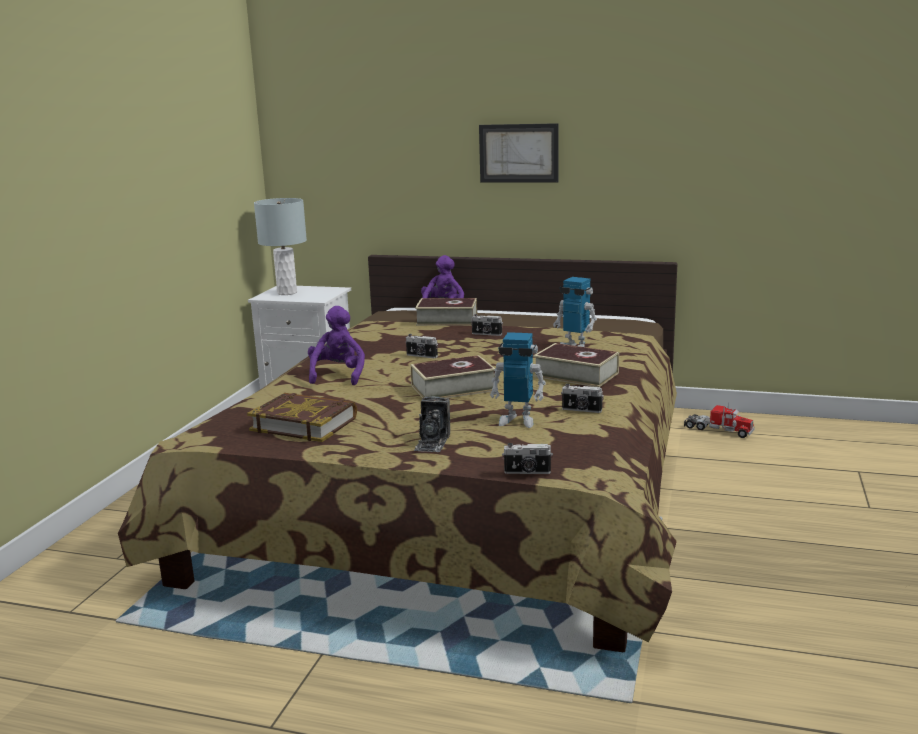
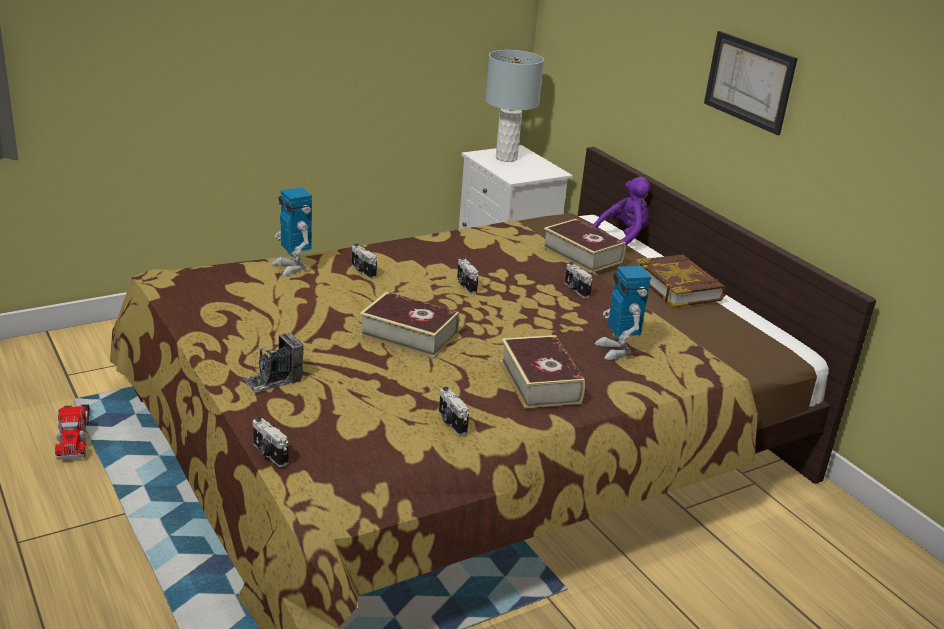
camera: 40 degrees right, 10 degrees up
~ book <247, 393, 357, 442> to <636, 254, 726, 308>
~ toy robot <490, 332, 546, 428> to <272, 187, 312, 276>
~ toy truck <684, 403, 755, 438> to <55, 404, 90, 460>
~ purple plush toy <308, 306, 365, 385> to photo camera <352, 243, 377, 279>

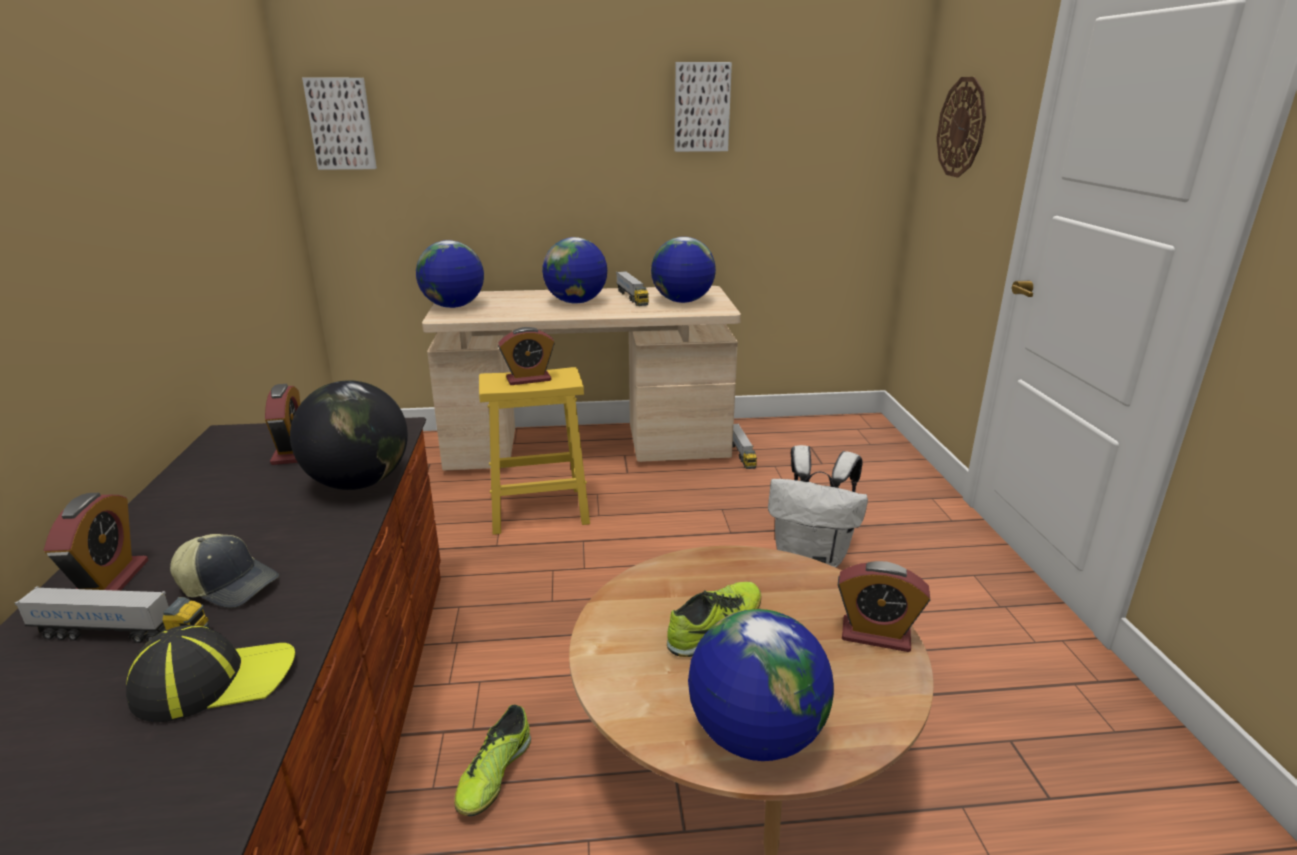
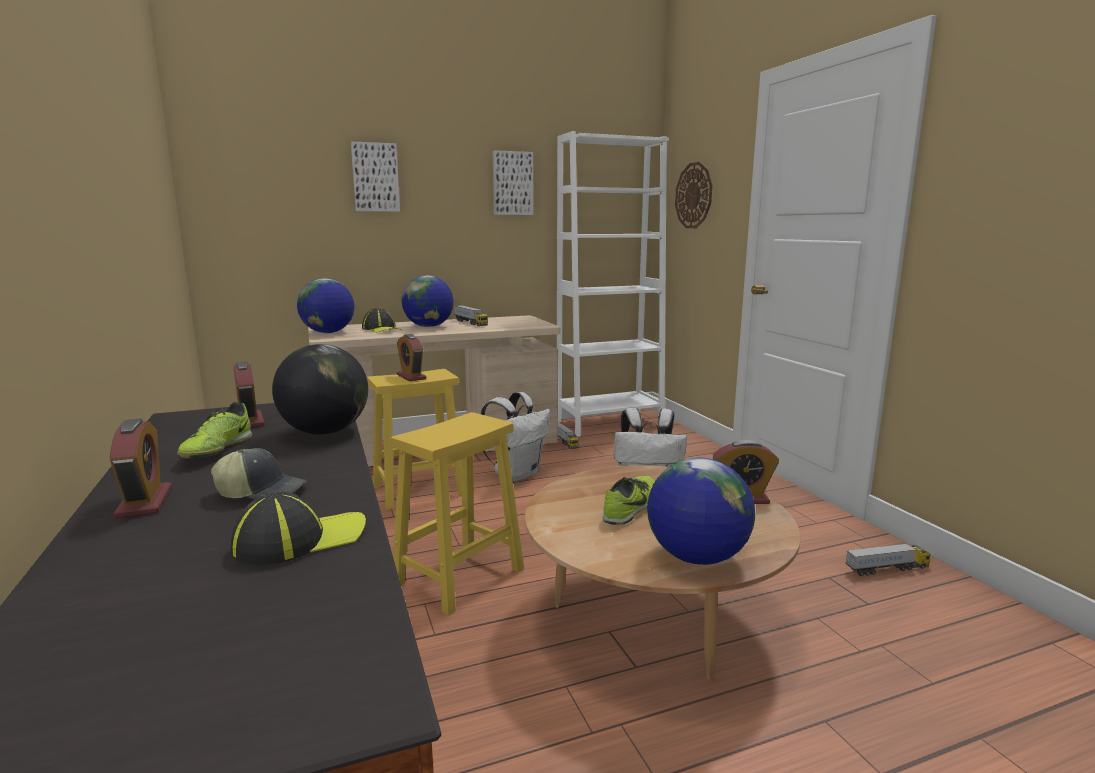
camera: 15 degrees left, 10 degrees down
- globe <651, 237, 716, 303>
+ cap <362, 308, 402, 333>
+ yellow stool <390, 412, 524, 616>
+ white backpack <481, 392, 550, 482>
+ white bookcase <557, 131, 669, 437>
~ toy truck <15, 587, 210, 643> to <845, 543, 931, 576>
~ picture <302, 78, 377, 170> to <351, 141, 400, 212>
~ shoe <454, 705, 531, 816> to <177, 402, 252, 458>
~ alarm clock <498, 327, 555, 385> = <397, 334, 426, 381> 90 degrees clockwise

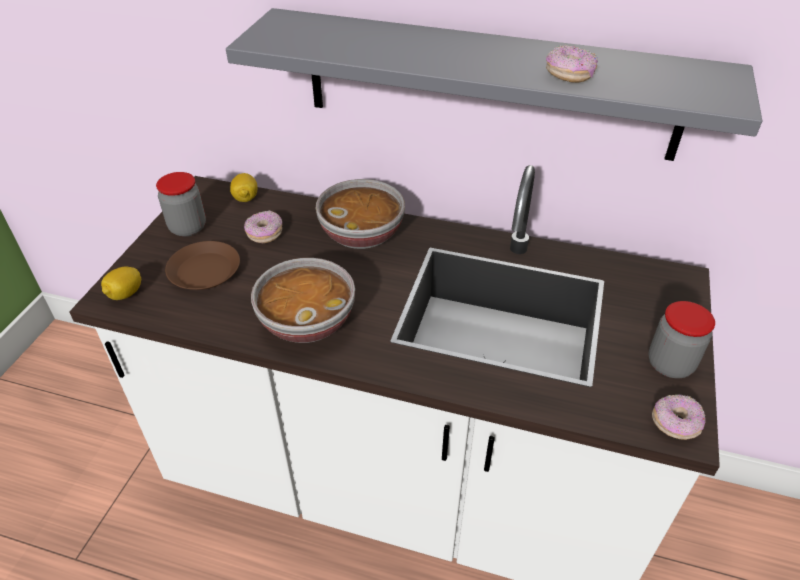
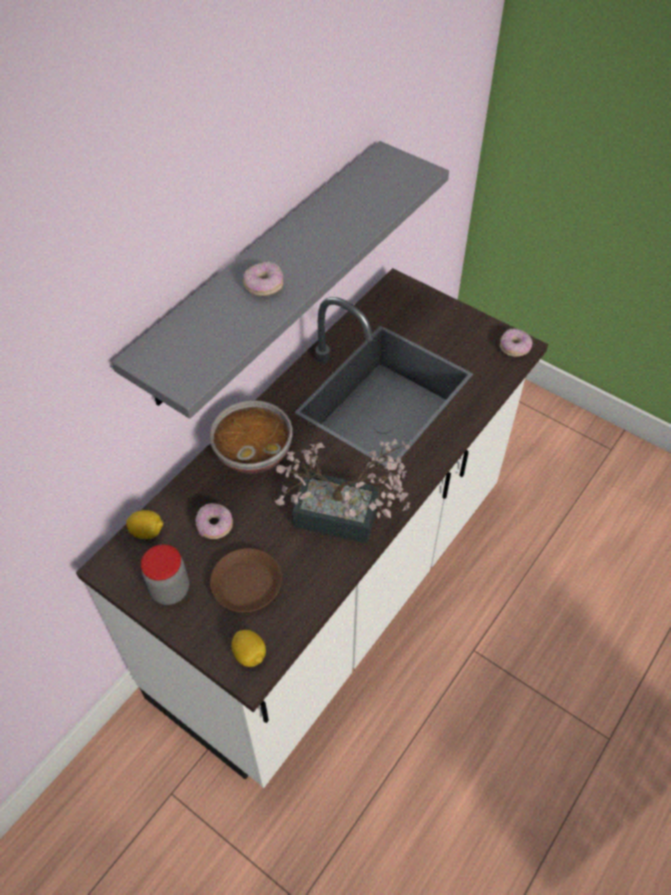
camera: 70 degrees left, 10 degrees up
- jar <648, 301, 715, 378>
~ donut <546, 45, 598, 83> to <243, 262, 284, 296>
~ bowl <251, 258, 355, 343> to potted plant <275, 438, 410, 544>

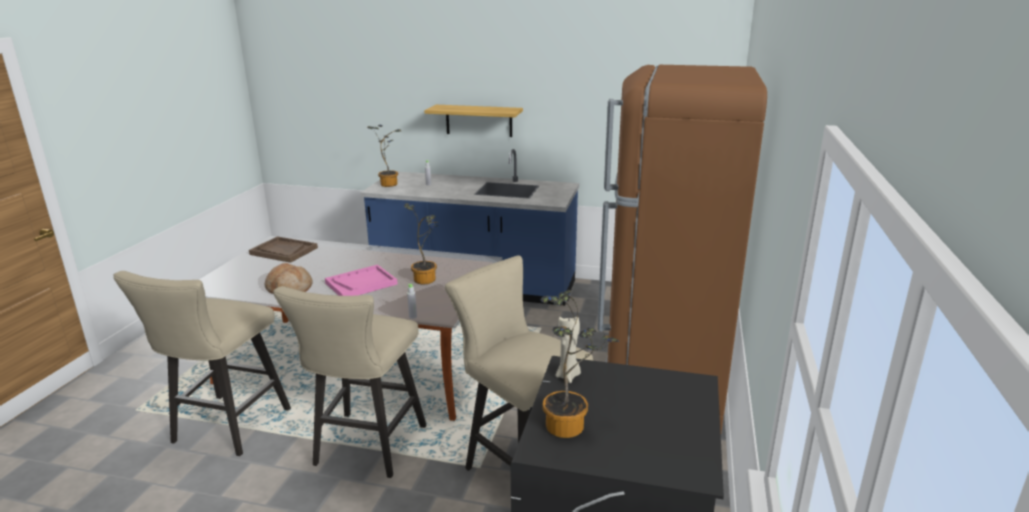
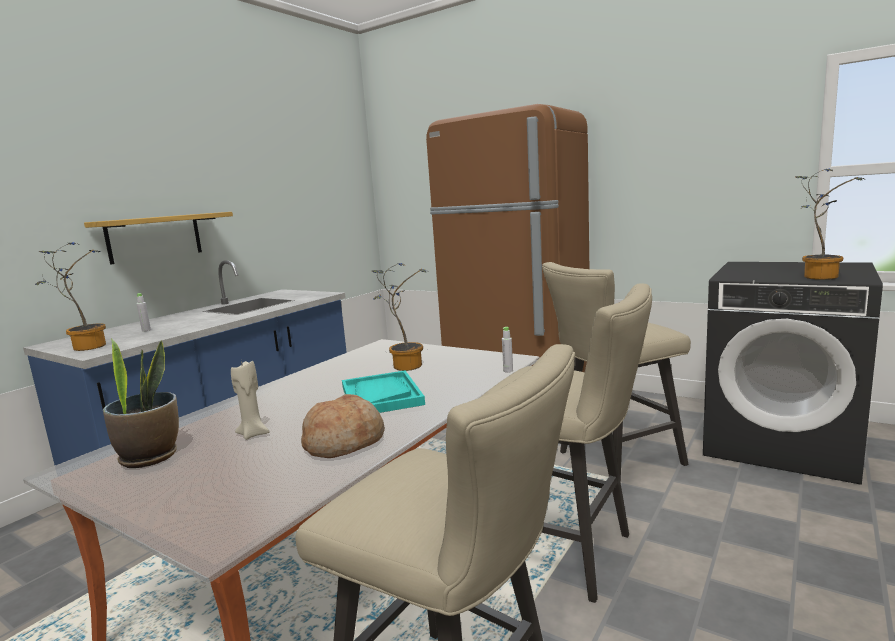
camera: 70 degrees left, 10 degrees down
~ beige candle <556, 317, 581, 383> to <231, 361, 270, 440>
~ brown tray <249, 236, 318, 263> to potted plant <103, 339, 179, 468>
~ pink tray <325, 265, 398, 296> to turquoise tray <342, 370, 425, 413>

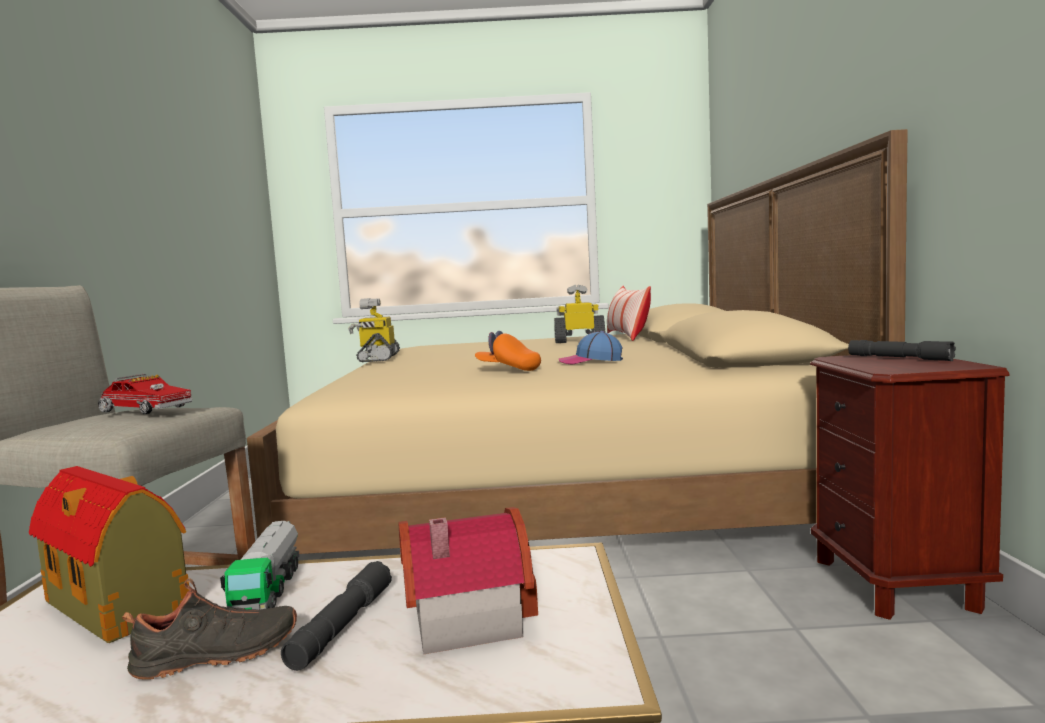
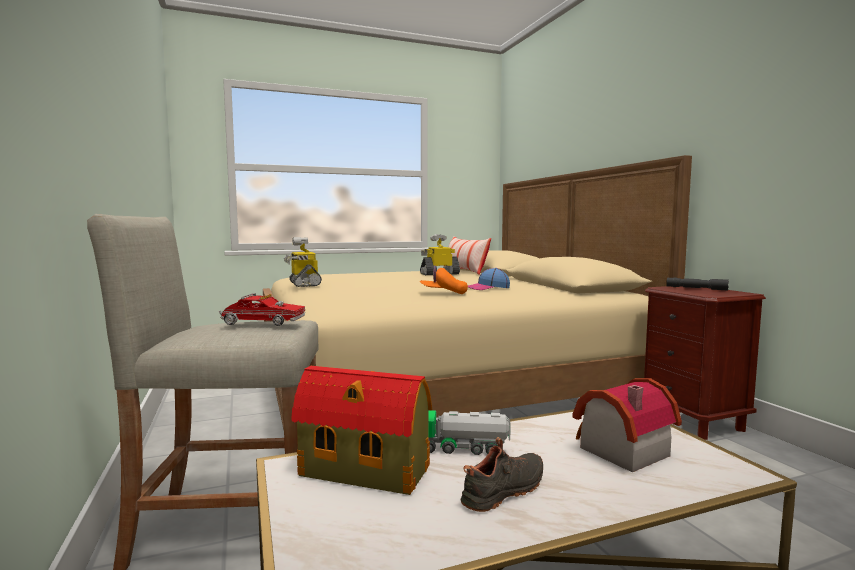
camera: 20 degrees left, 0 degrees up
- grey flashlight <281, 561, 392, 671>
~ toy truck <220, 521, 300, 610> = <428, 410, 511, 455> 120 degrees clockwise

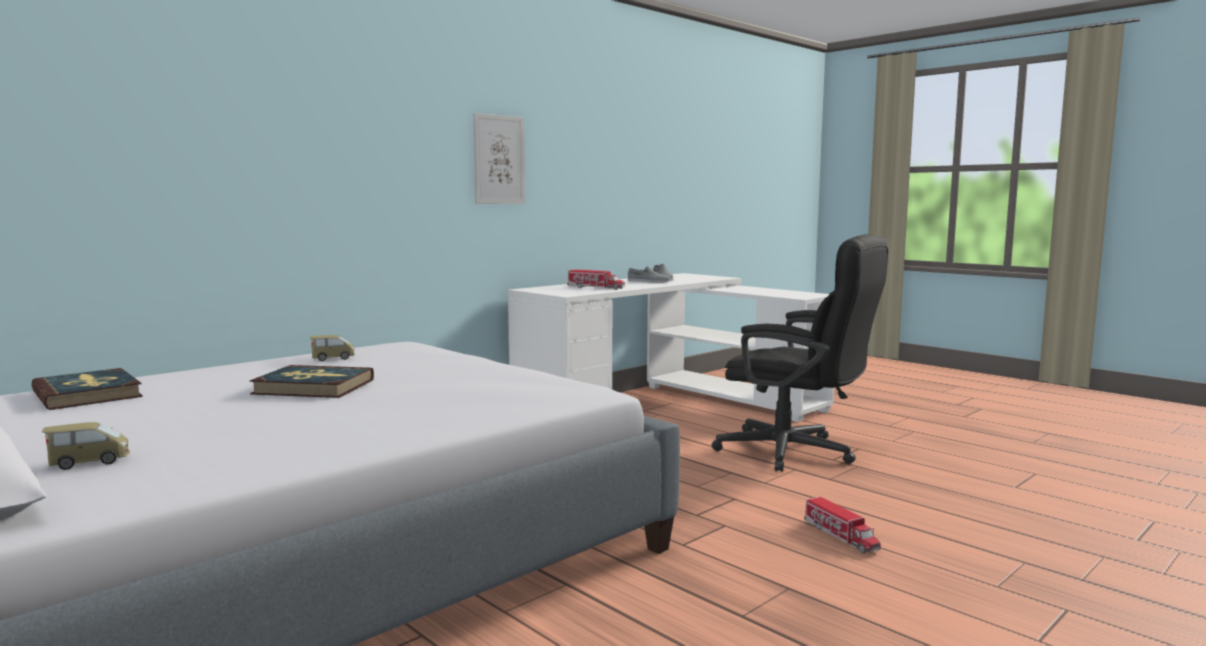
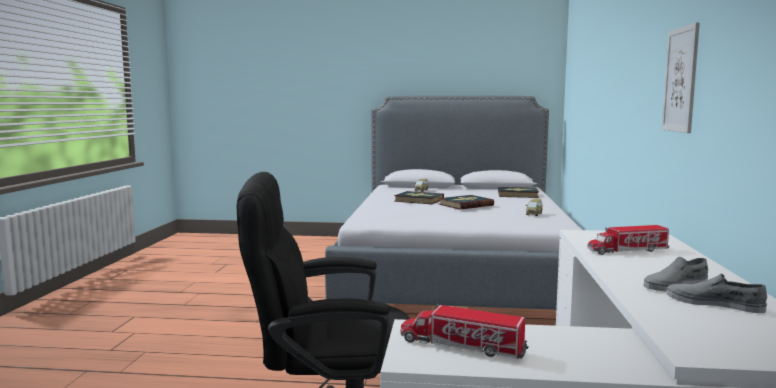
camera: 140 degrees right, 0 degrees up
+ book <394, 191, 444, 204>
~ toy truck <804, 497, 881, 554> to <401, 304, 529, 359>

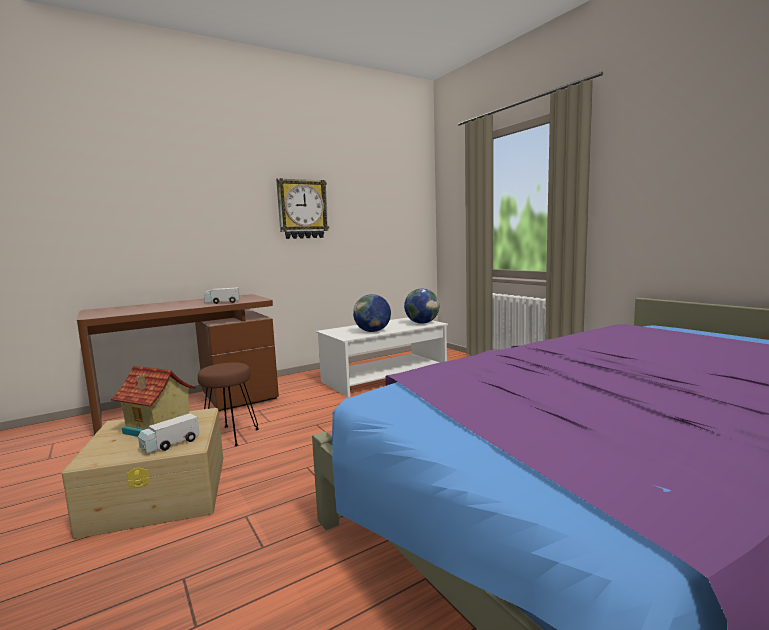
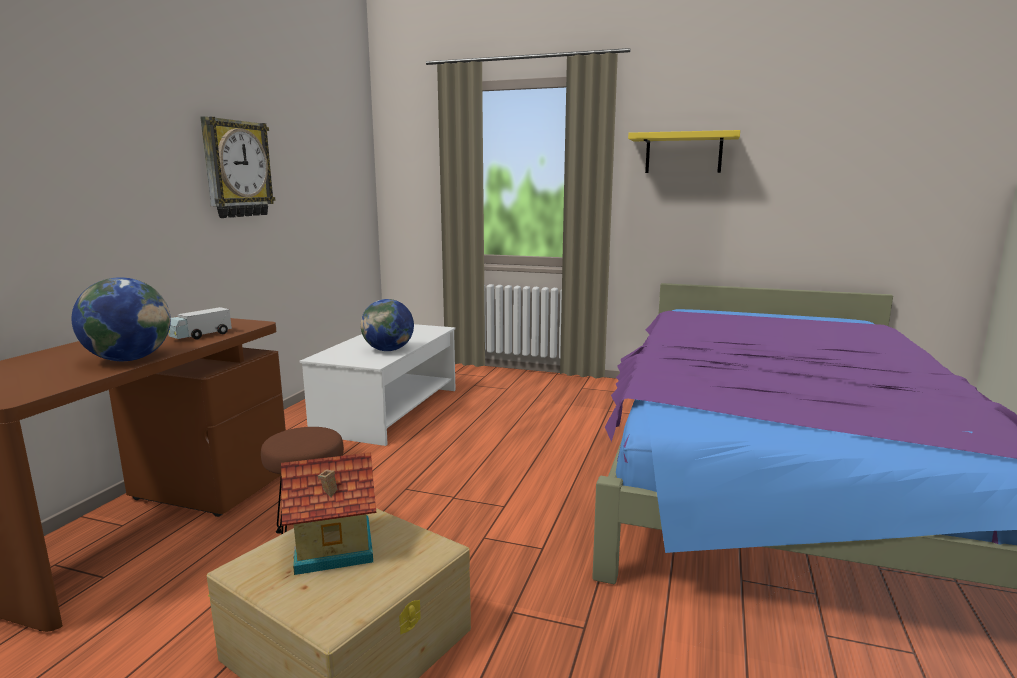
camera: 40 degrees left, 5 degrees up
- toy truck <138, 413, 200, 453>
+ yellow shelf <628, 130, 740, 173>
~ globe <404, 289, 439, 324> to <72, 277, 171, 361>

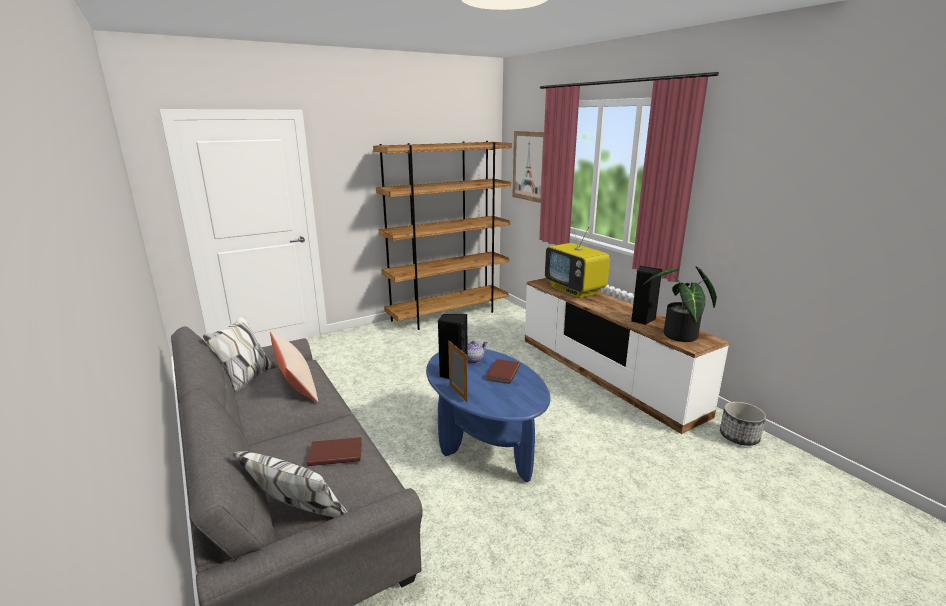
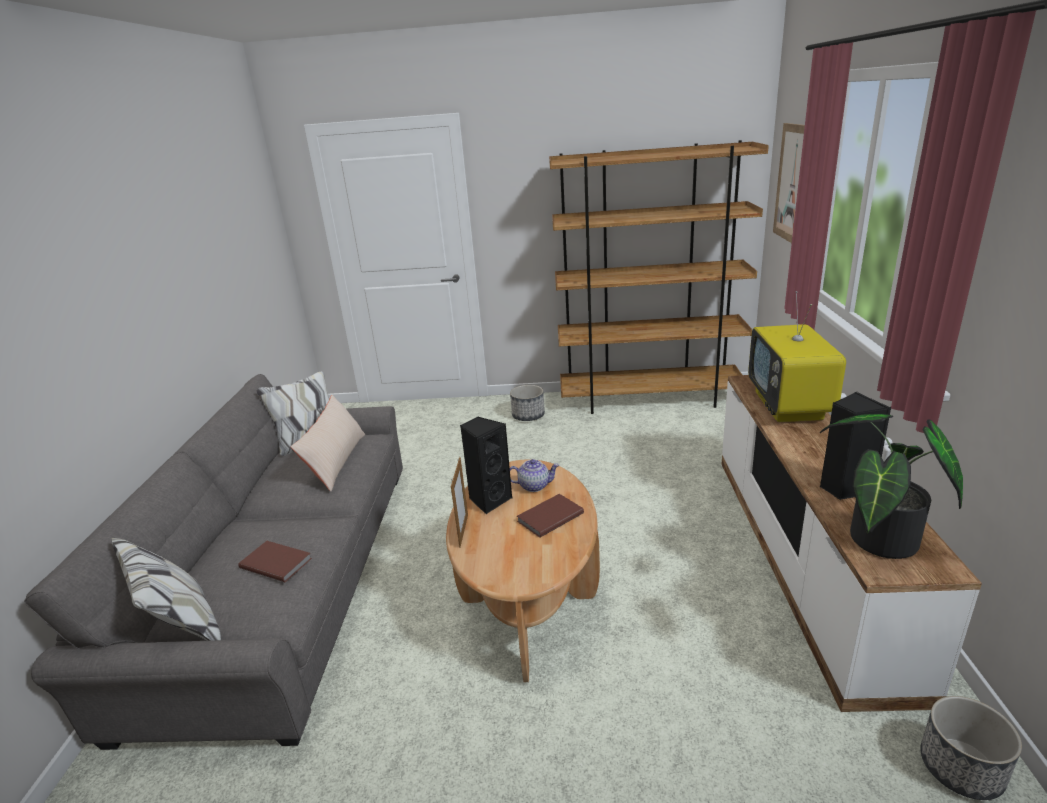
camera: 35 degrees right, 5 degrees up
+ planter <510, 385, 545, 421>
~ blue coffee table <426, 349, 550, 482> to brown coffee table <446, 459, 600, 682>

